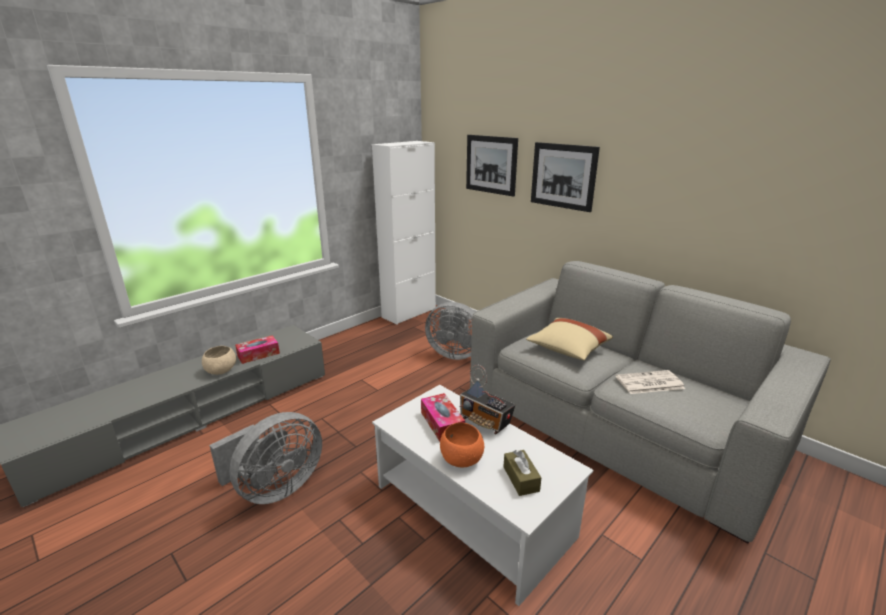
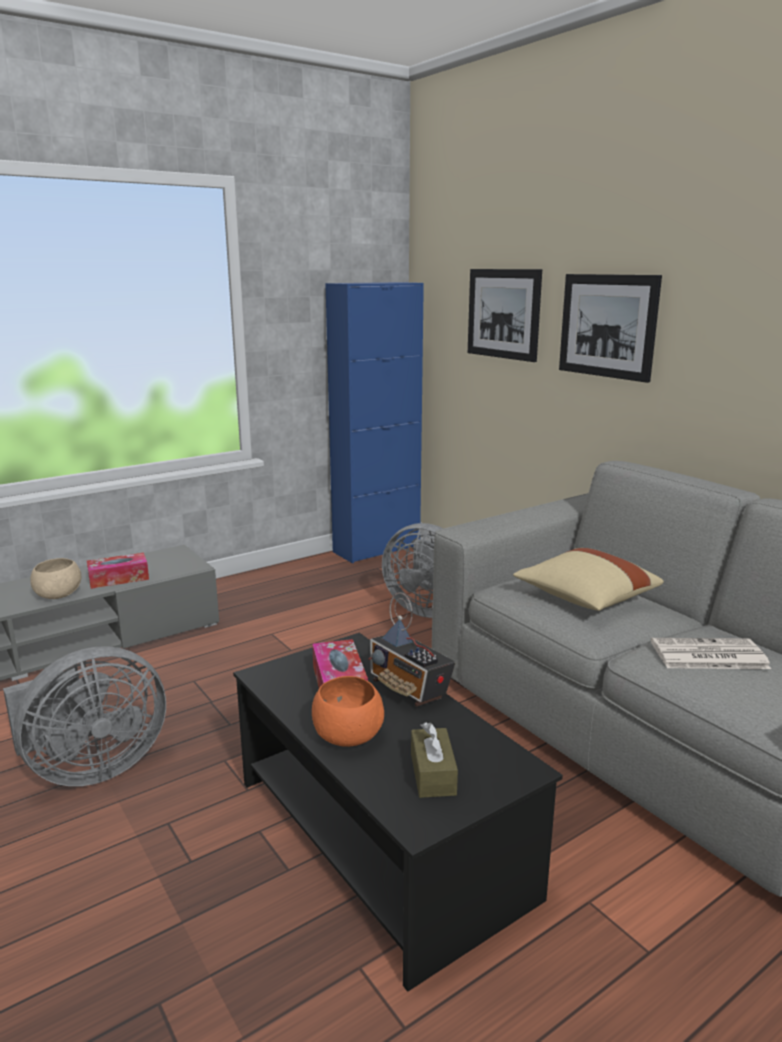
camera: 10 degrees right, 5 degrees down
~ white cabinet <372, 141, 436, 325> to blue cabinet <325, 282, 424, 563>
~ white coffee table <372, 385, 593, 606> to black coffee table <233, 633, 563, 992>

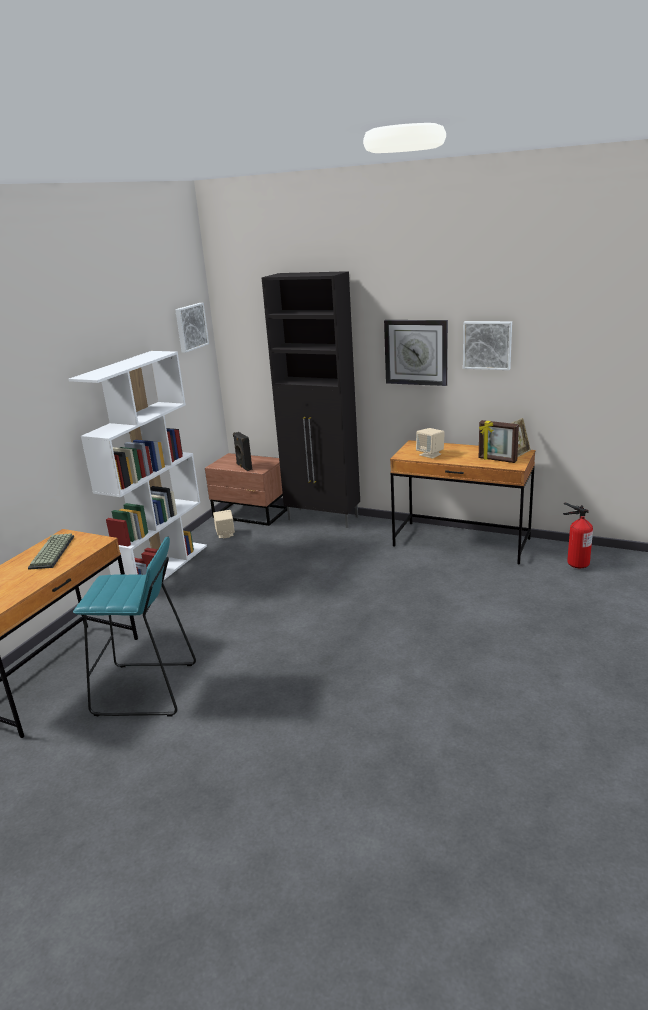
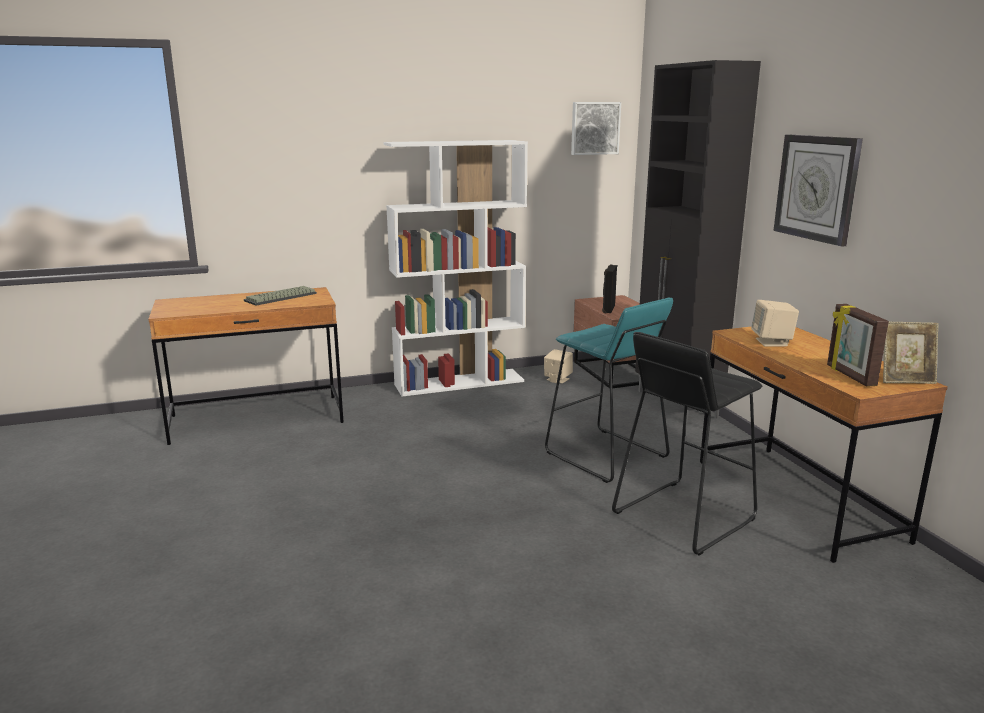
camera: 45 degrees right, 5 degrees down
- picture <463, 321, 512, 370>
- fire extinguisher <563, 503, 593, 568>
+ black stool <612, 332, 762, 556>
~ turquoise stool <73, 537, 196, 717> to <545, 298, 673, 483>

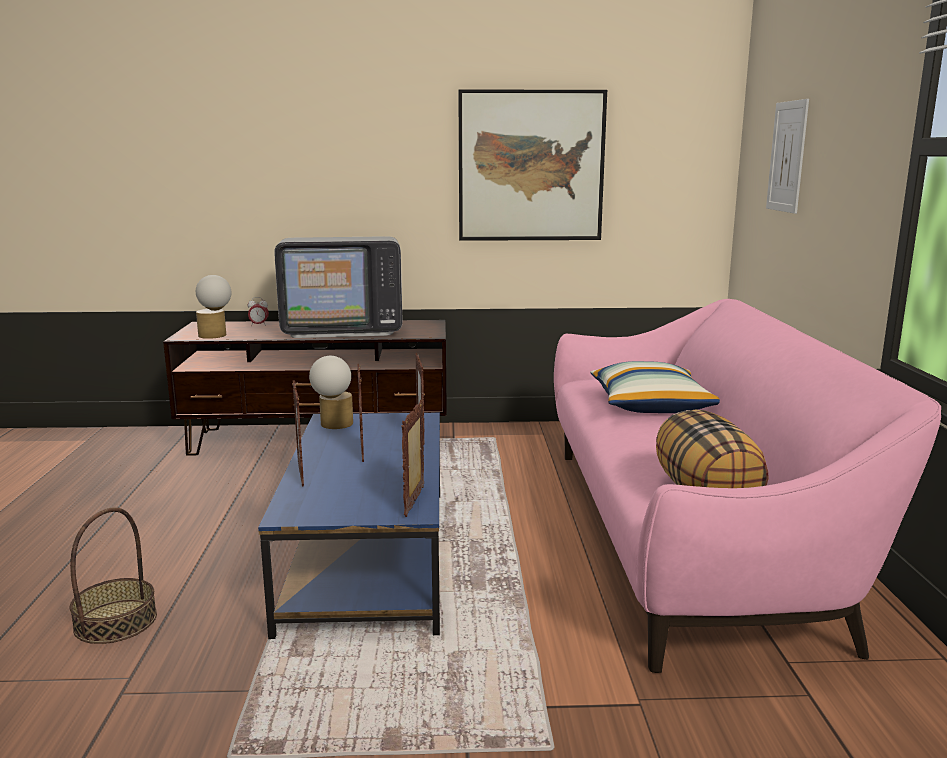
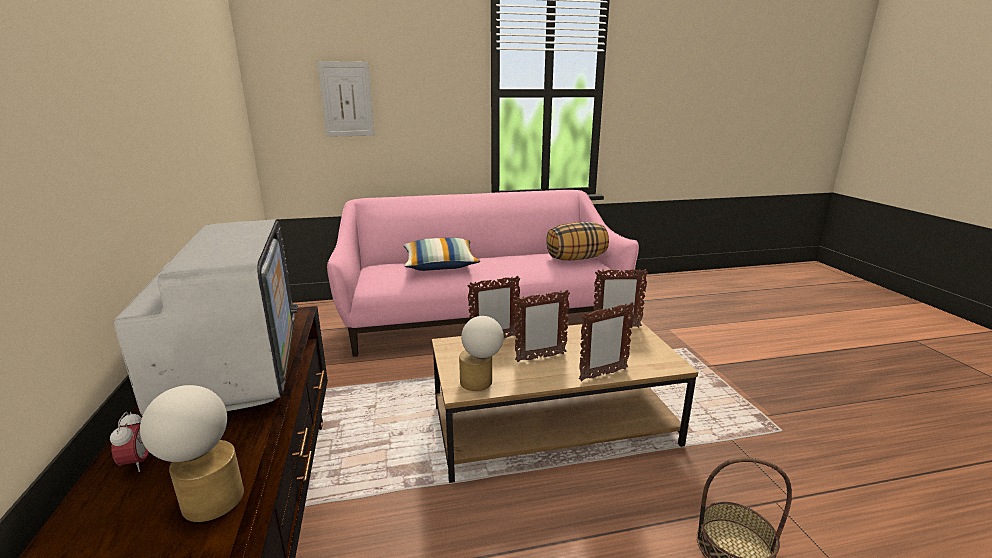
camera: 100 degrees left, 5 degrees up
- picture <458, 89, 607, 241>
~ blue coffee table <258, 413, 440, 639> to brown coffee table <432, 322, 698, 483>

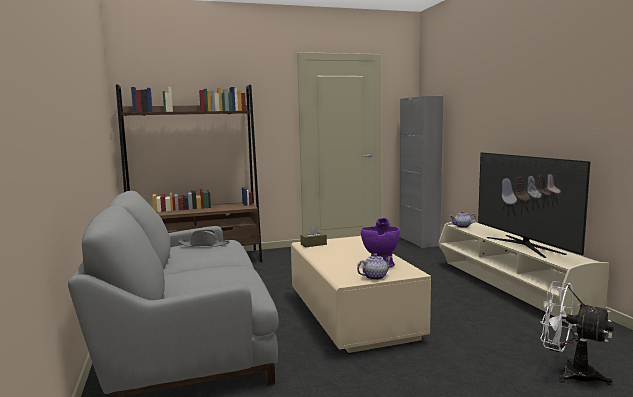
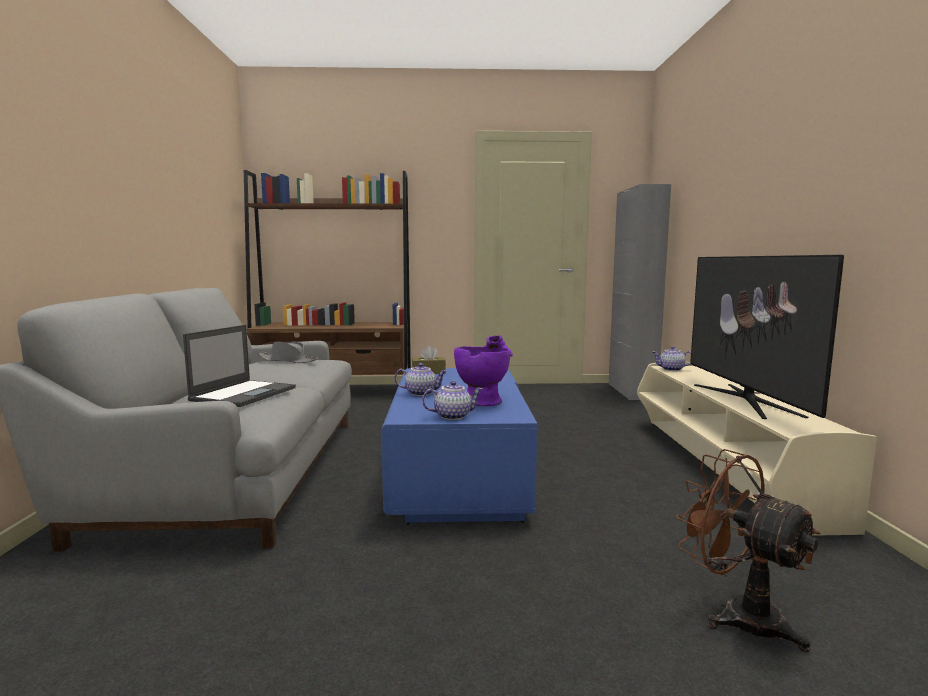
camera: 15 degrees right, 0 degrees up
+ laptop <183, 325, 296, 407>
+ teapot <394, 363, 447, 396>
~ beige coffee table <291, 236, 431, 354> to blue coffee table <381, 368, 537, 524>
~ white fan <540, 281, 614, 385> to brown fan <675, 449, 820, 652>

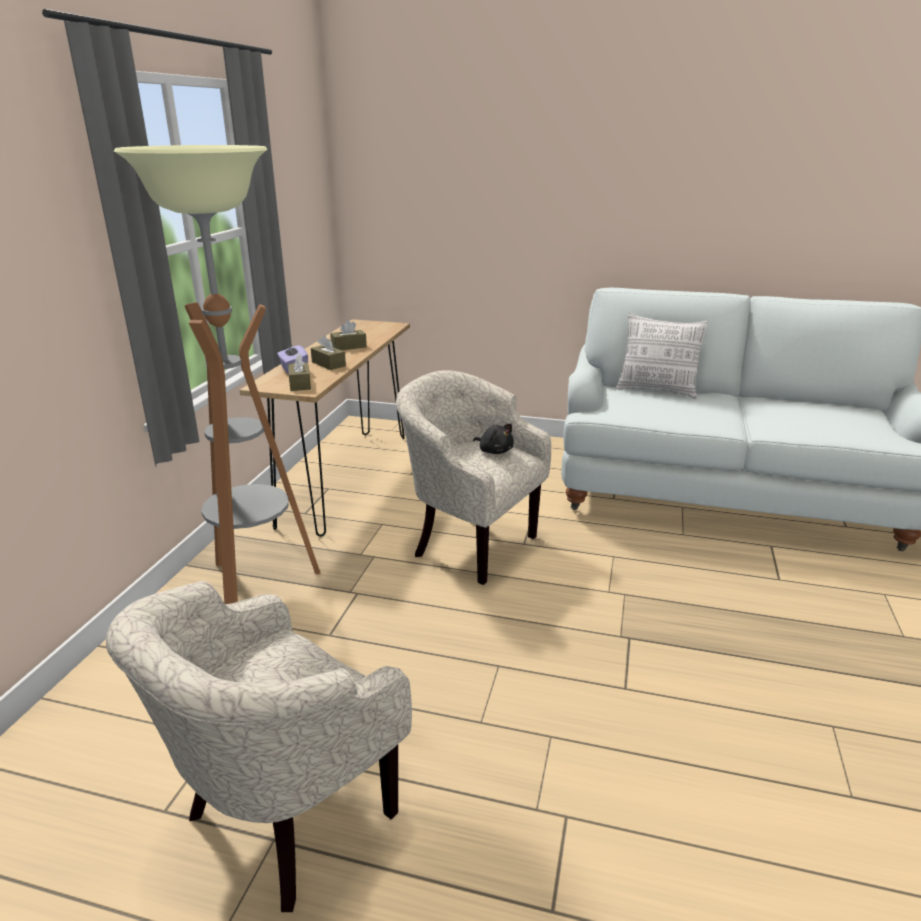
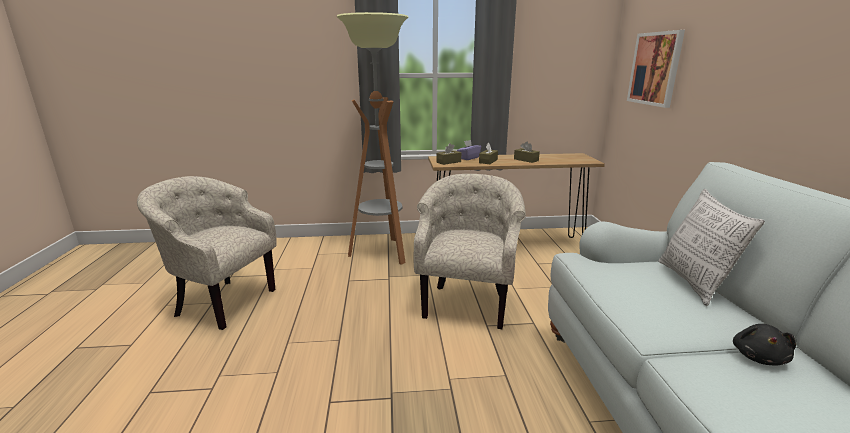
camera: 70 degrees right, 5 degrees down
+ picture <627, 30, 685, 108>
~ black plush toy <473, 424, 514, 454> to <733, 324, 796, 366>

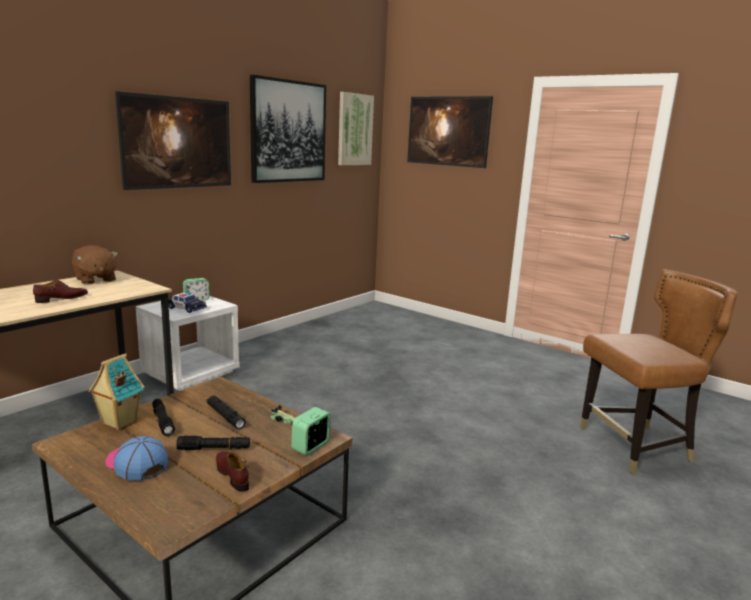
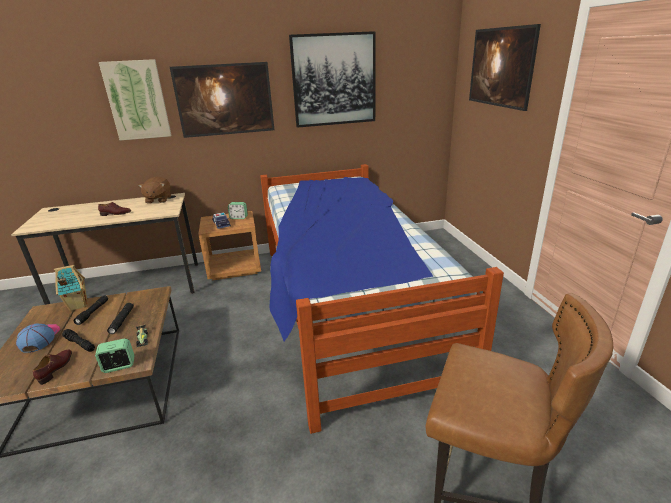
camera: 40 degrees right, 10 degrees up
+ bed <260, 164, 504, 434>
~ picture <338, 92, 374, 165> to <99, 59, 172, 141>
~ white nightstand <136, 296, 240, 391> to brown nightstand <198, 211, 261, 280>

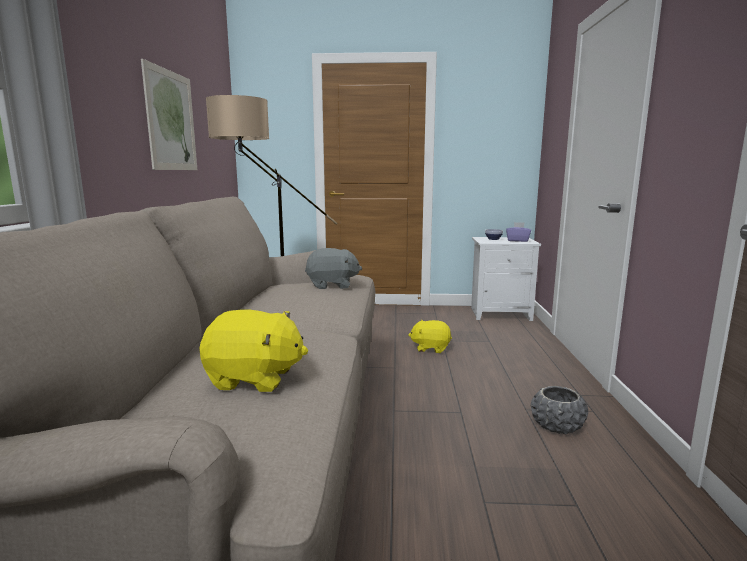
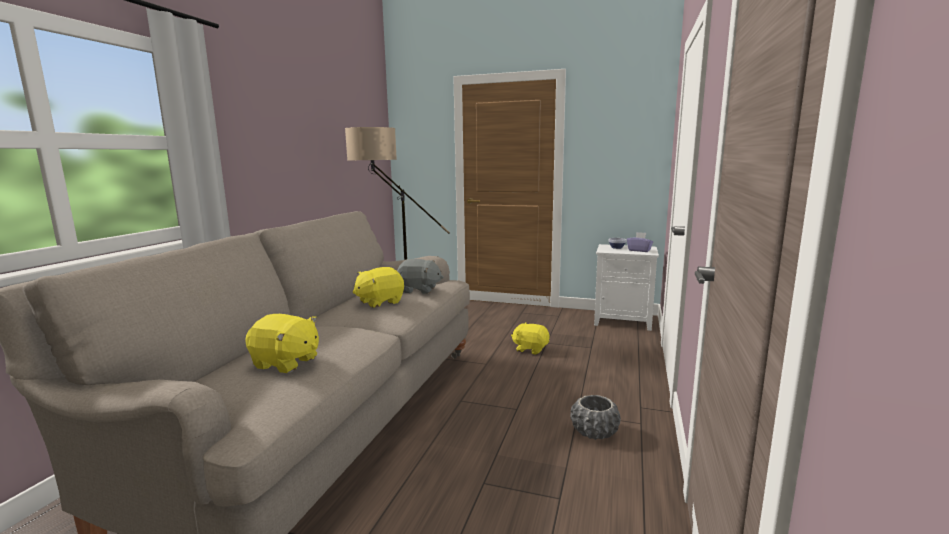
camera: 15 degrees right, 0 degrees up
- picture <141, 59, 197, 170>
+ yellow plush toy <353, 267, 404, 308>

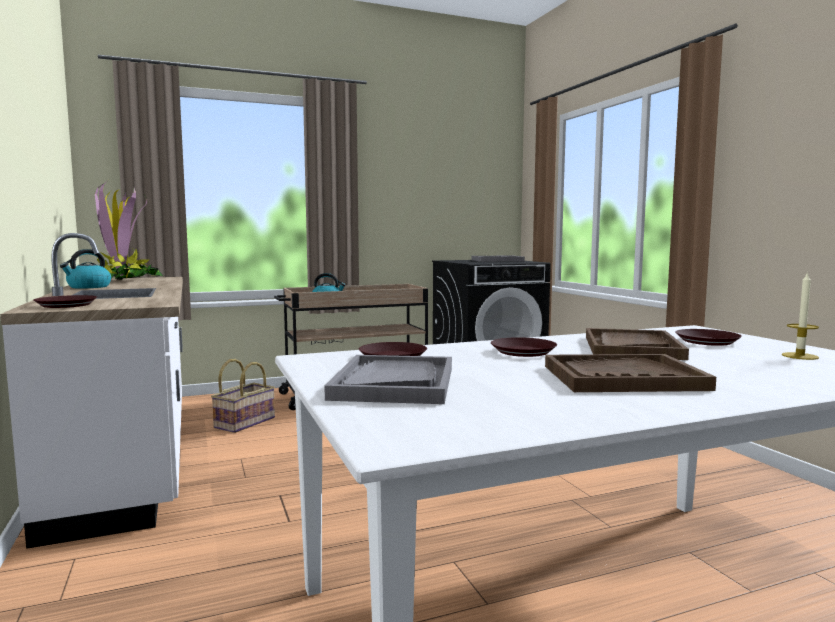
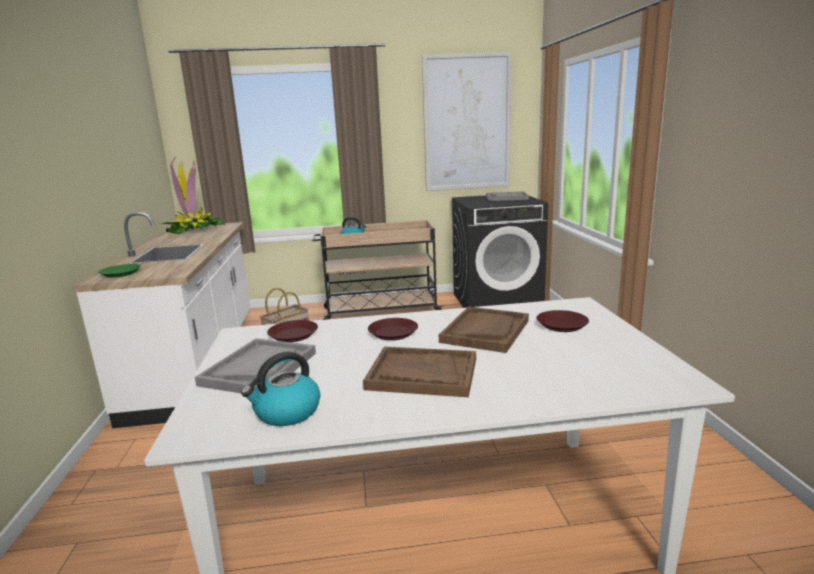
camera: 15 degrees right, 10 degrees up
- candle <782, 272, 819, 360>
+ picture <422, 52, 512, 191>
~ kettle <60, 249, 111, 289> to <241, 352, 320, 426>
~ brown plate <33, 295, 97, 308> to green plate <98, 264, 141, 278>

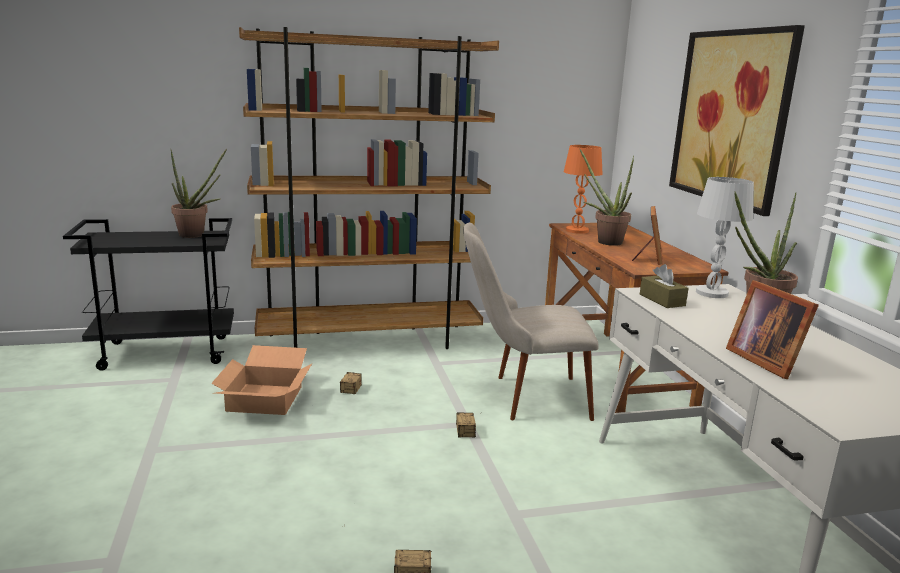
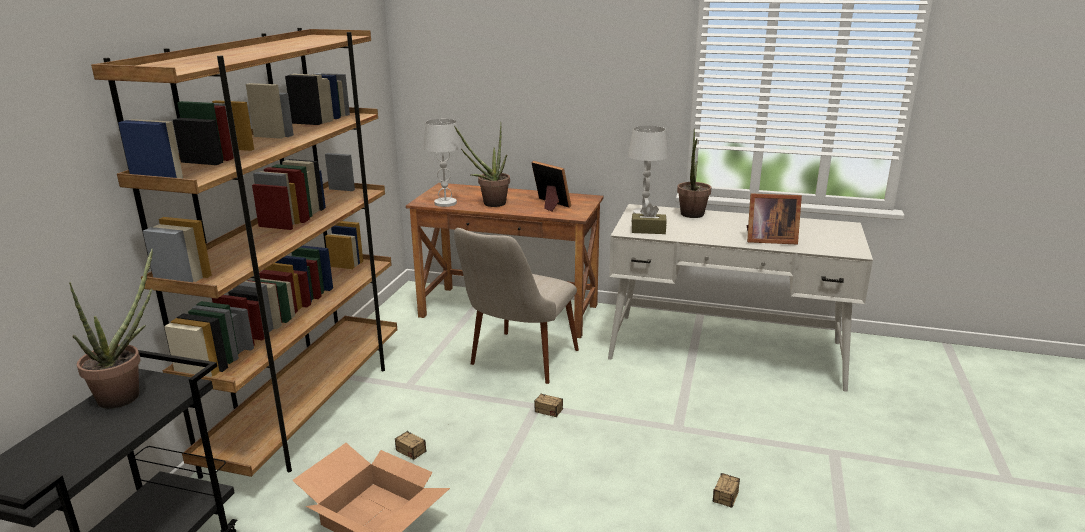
camera: 60 degrees left, 5 degrees up
- picture <669, 25, 805, 216>
~ orange table lamp <564, 145, 603, 234> to white table lamp <423, 119, 461, 207>

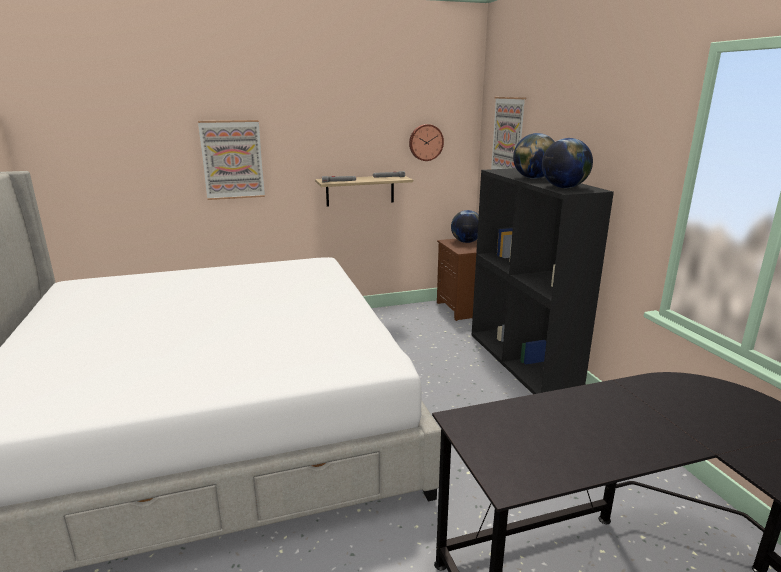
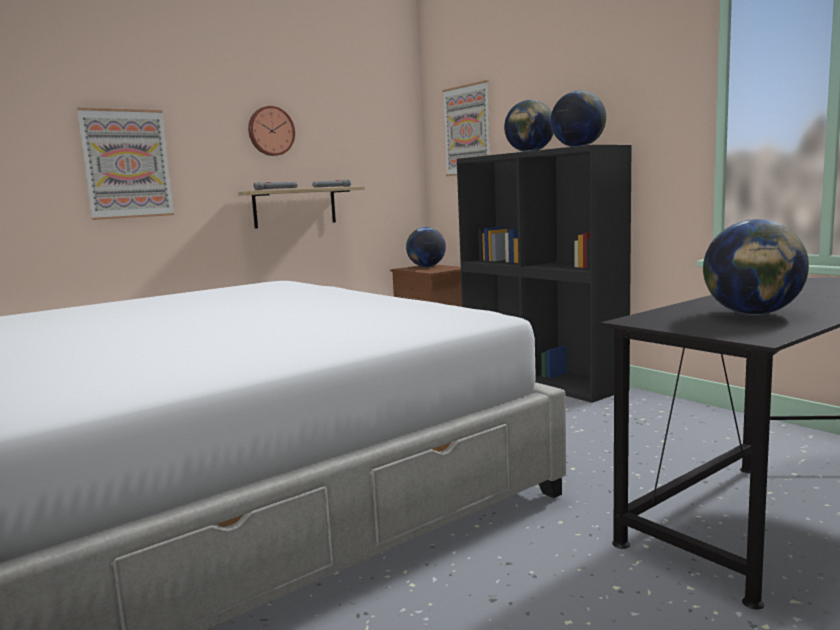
camera: 20 degrees left, 10 degrees down
+ globe <703, 219, 809, 315>
~ wall clock <409, 124, 444, 161> to <248, 106, 295, 156>

